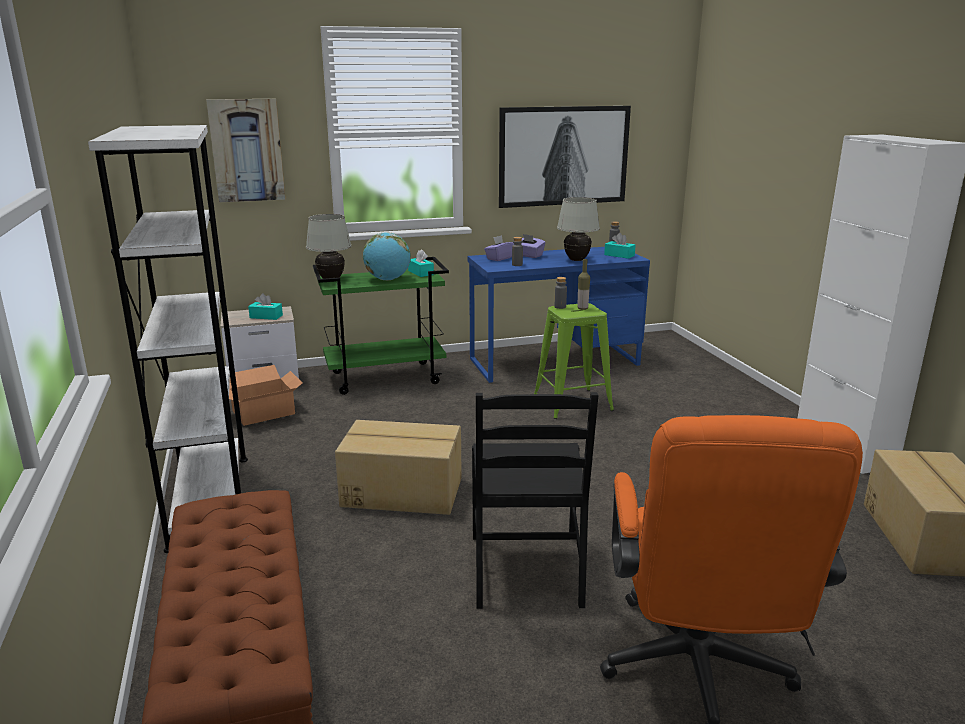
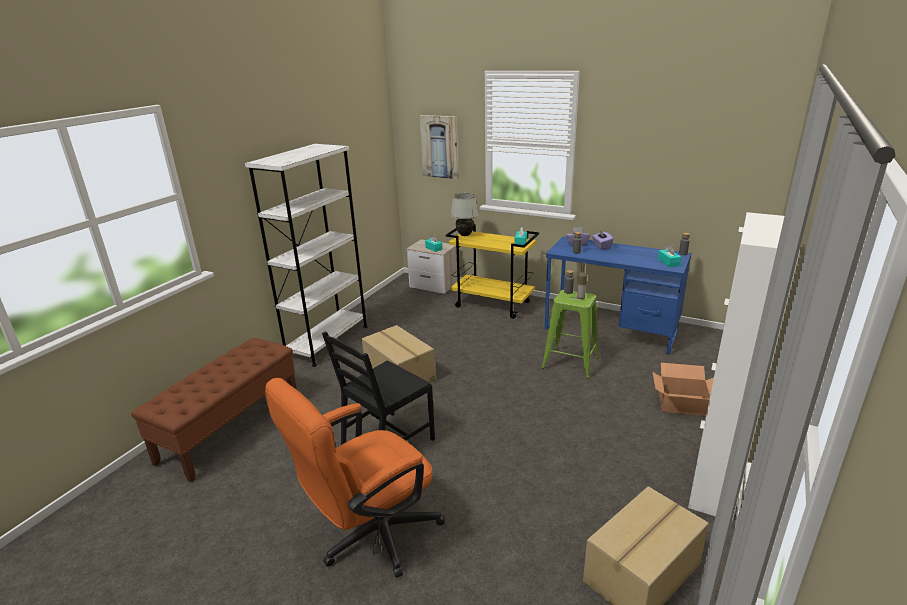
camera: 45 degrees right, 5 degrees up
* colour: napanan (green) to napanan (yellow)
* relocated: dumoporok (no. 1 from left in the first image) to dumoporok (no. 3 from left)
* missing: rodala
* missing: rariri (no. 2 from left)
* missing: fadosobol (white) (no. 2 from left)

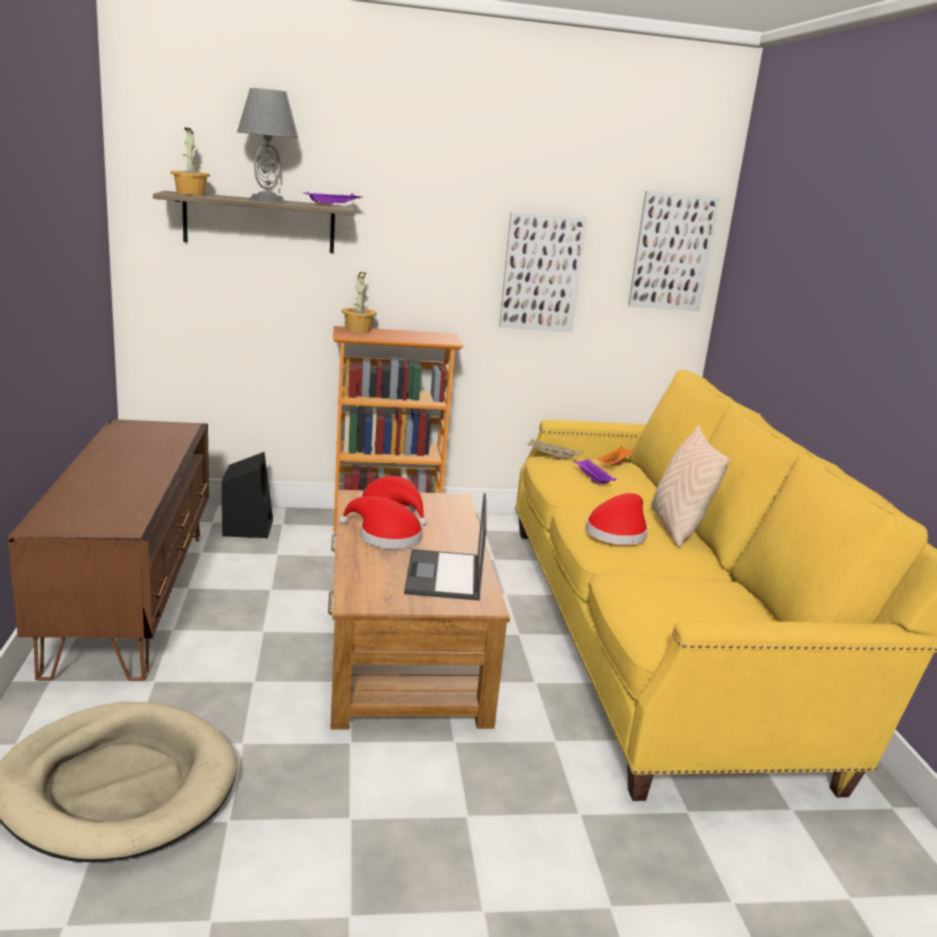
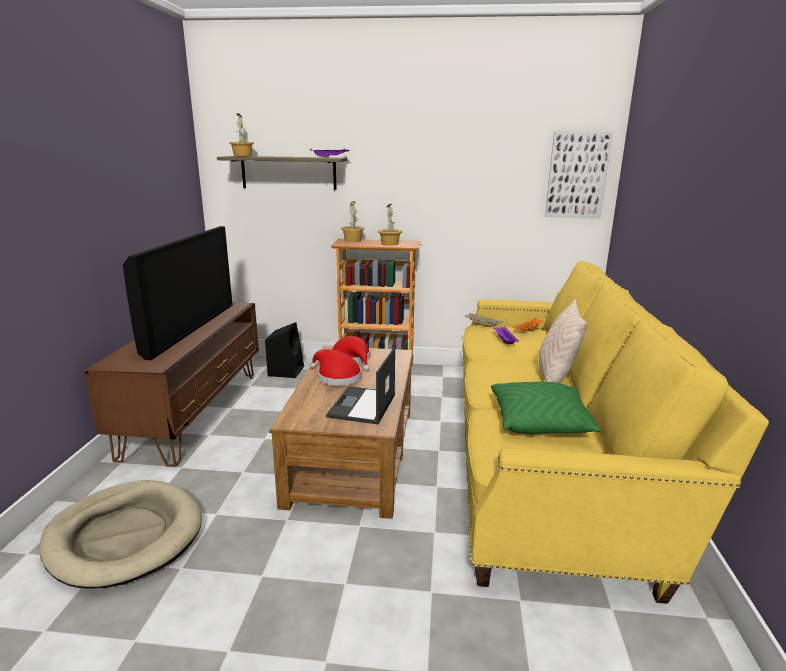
camera: 15 degrees right, 0 degrees up
* appeared: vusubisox
* appeared: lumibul (no. 3 from left)
* appeared: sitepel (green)
* missing: fadosobol (grey)
* missing: rariri (no. 1 from left)
* missing: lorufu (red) (no. 3 from left)

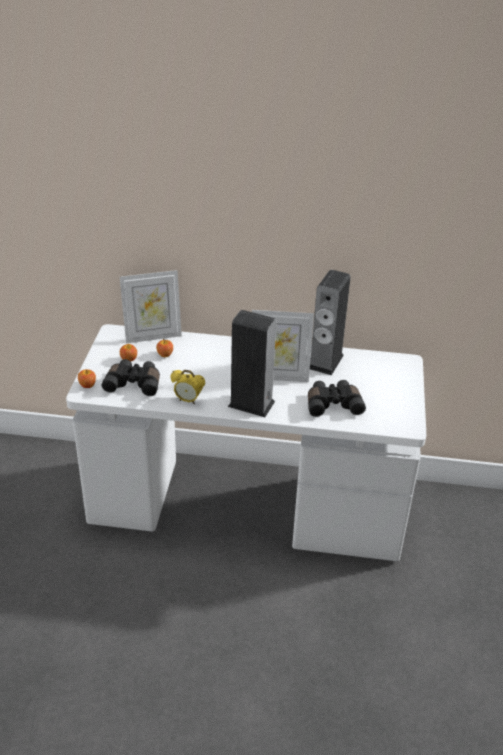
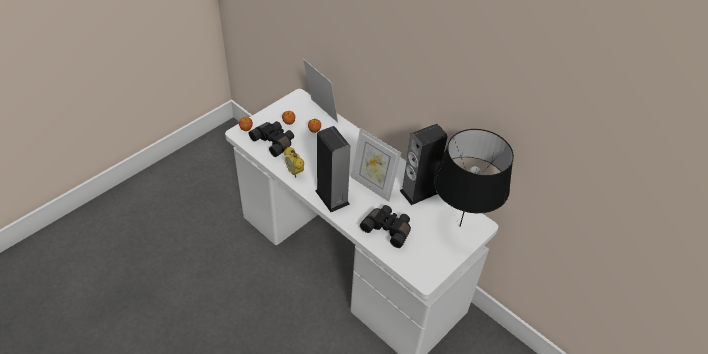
camera: 35 degrees right, 10 degrees up
* spun: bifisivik (no. 1 from left) 150 degrees counterclockwise
* appeared: fadosobol (black)

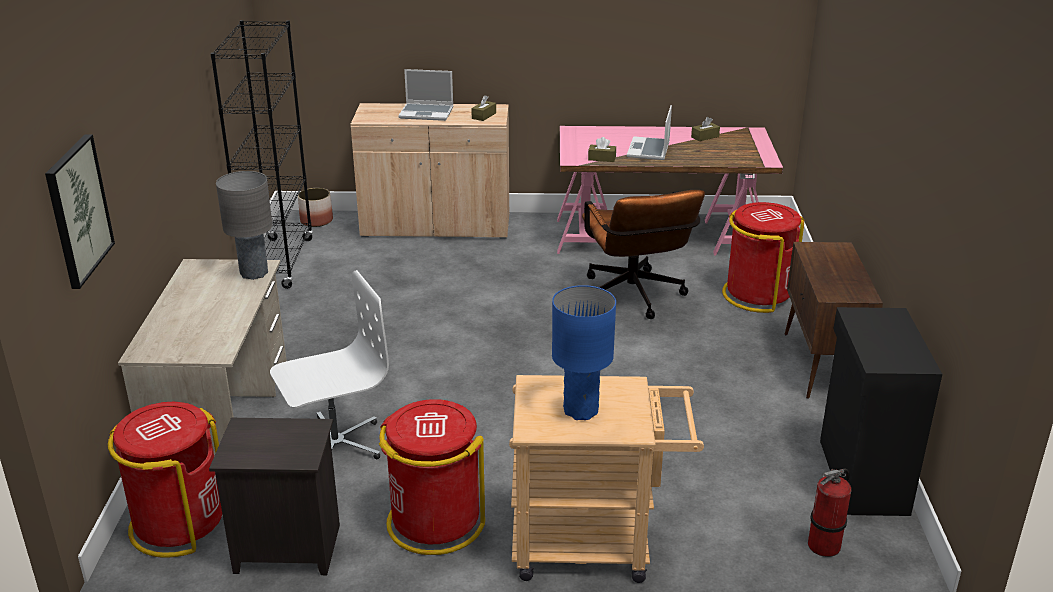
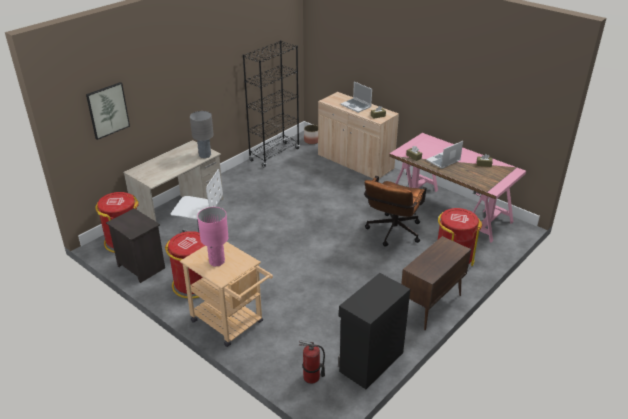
camera: 40 degrees right, 5 degrees up
* colour: fadosobol (blue) to fadosobol (pink)

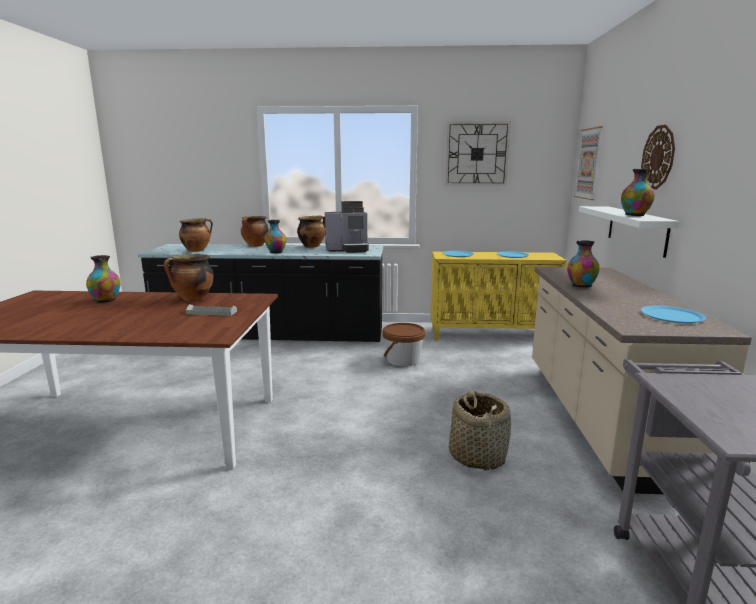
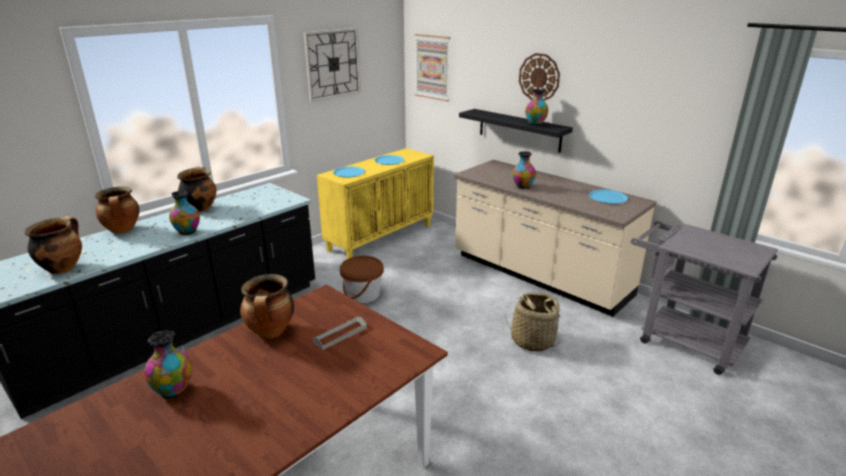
camera: 50 degrees left, 10 degrees up
* colour: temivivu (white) to temivivu (black)
* missing: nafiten

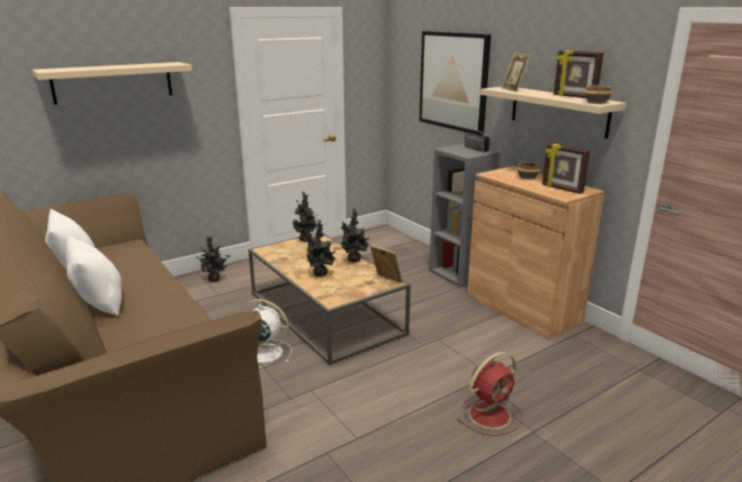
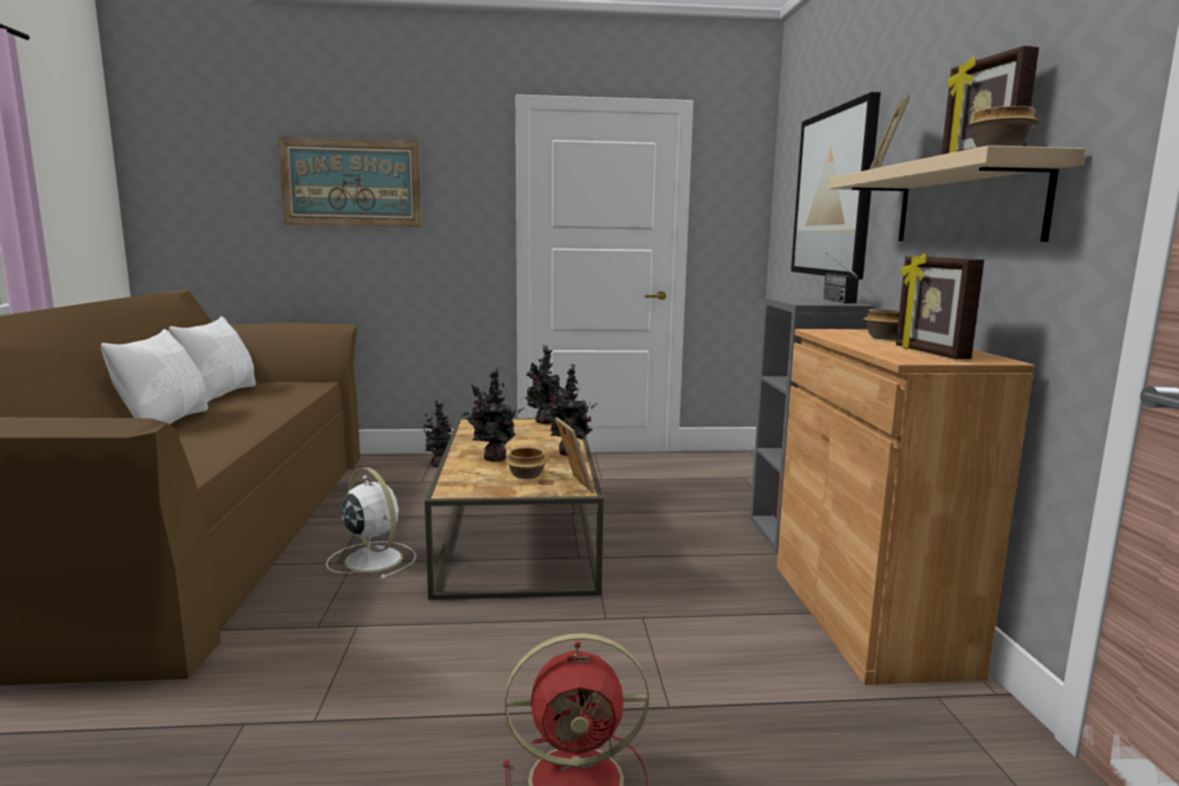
camera: 30 degrees right, 10 degrees down
* exchanged: temivivu (beige) (no. 1 from left) to rariri (no. 1 from left)
* appeared: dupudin (no. 1 from left)

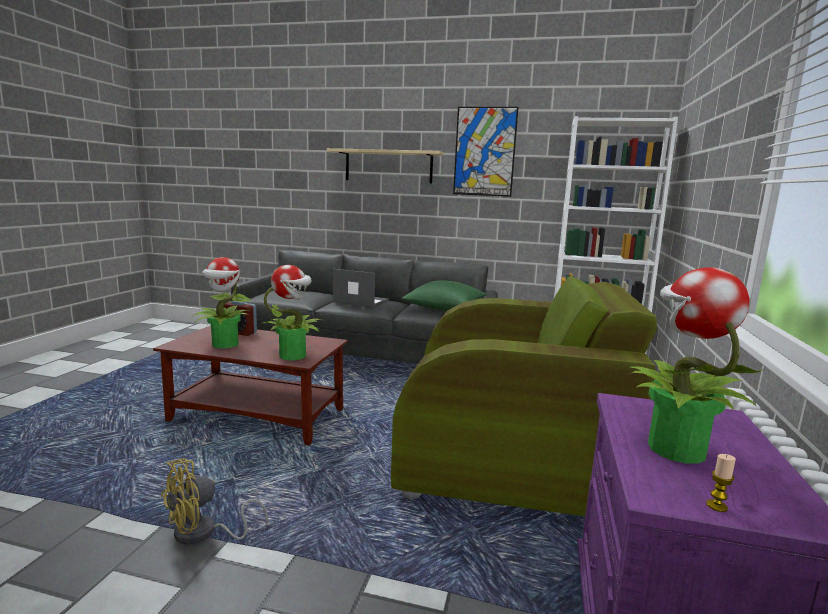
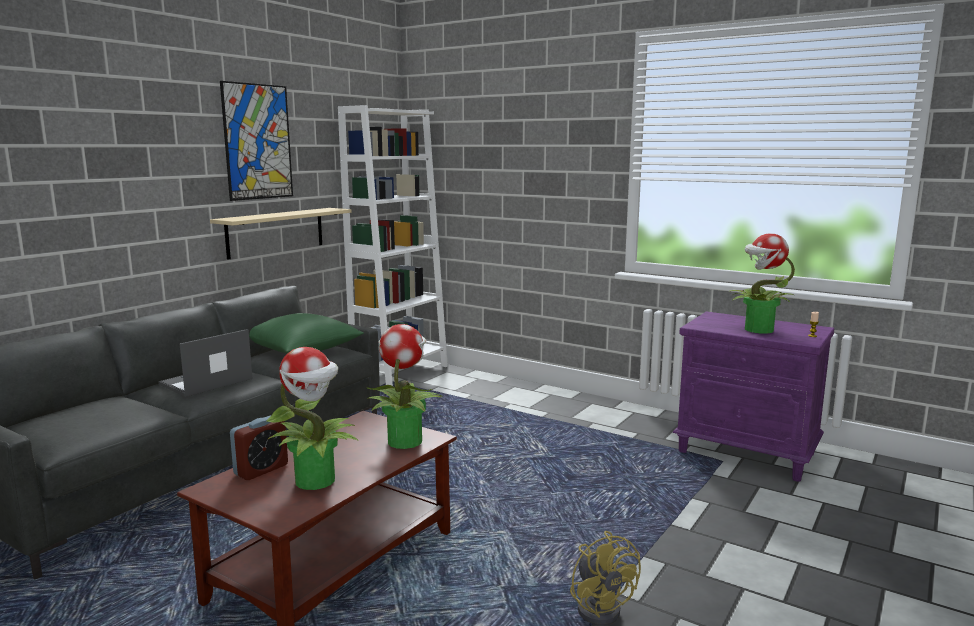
camera: 70 degrees left, 0 degrees up
* relocated: temivivu (beige)
* missing: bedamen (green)

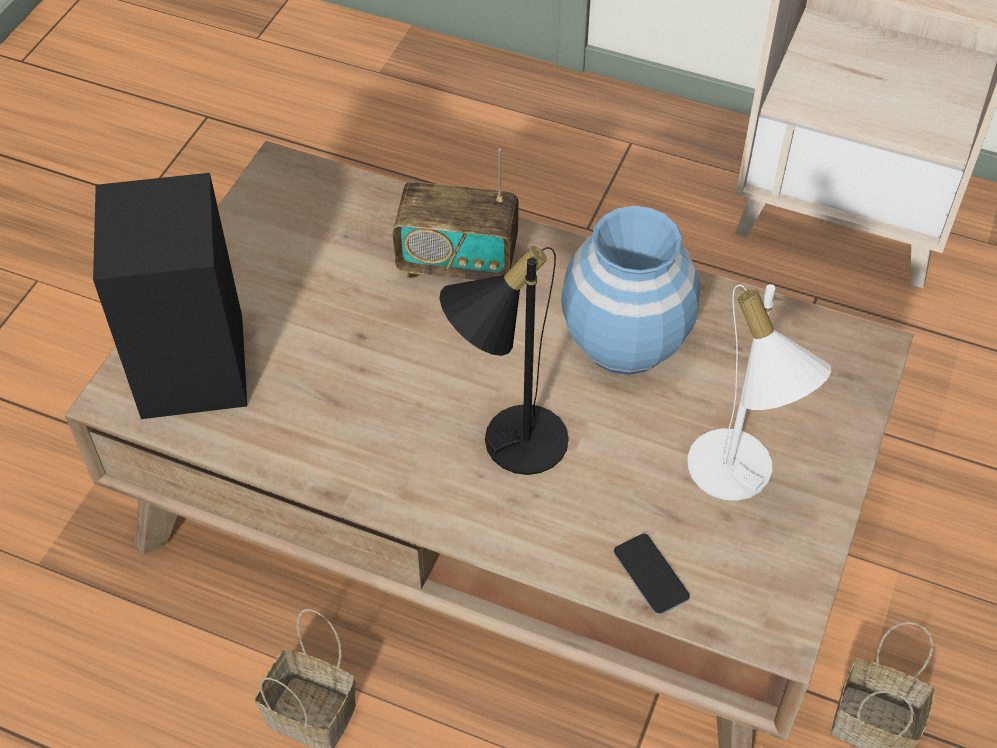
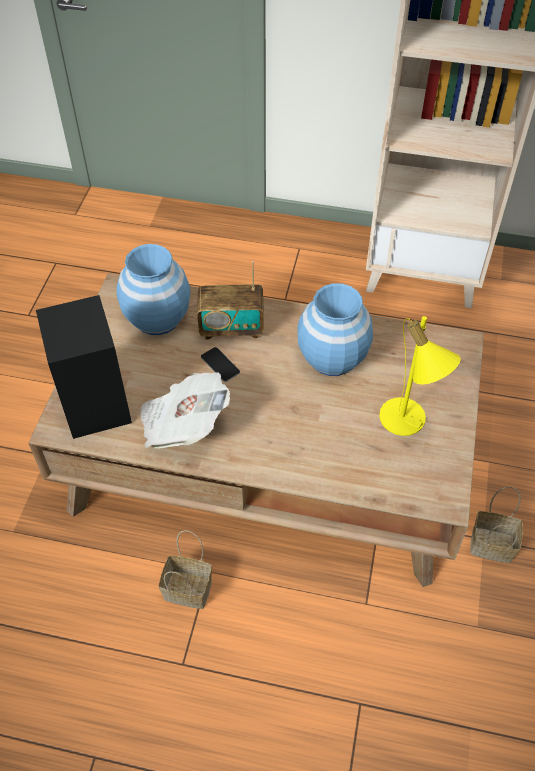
camera: 10 degrees left, 0 degrees up
* appeared: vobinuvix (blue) (no. 1 from left)
* appeared: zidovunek
* relocated: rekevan
* colour: fadosobol (white) to fadosobol (yellow)
* missing: fadosobol (black)

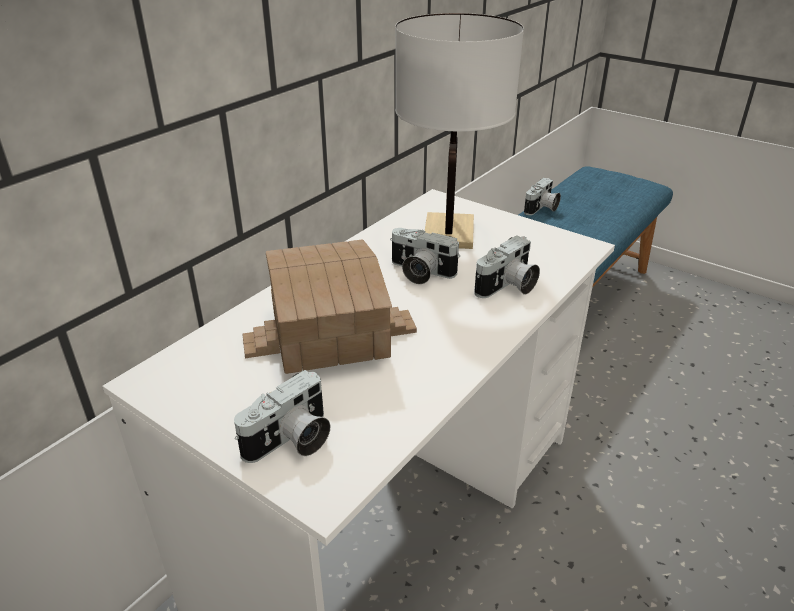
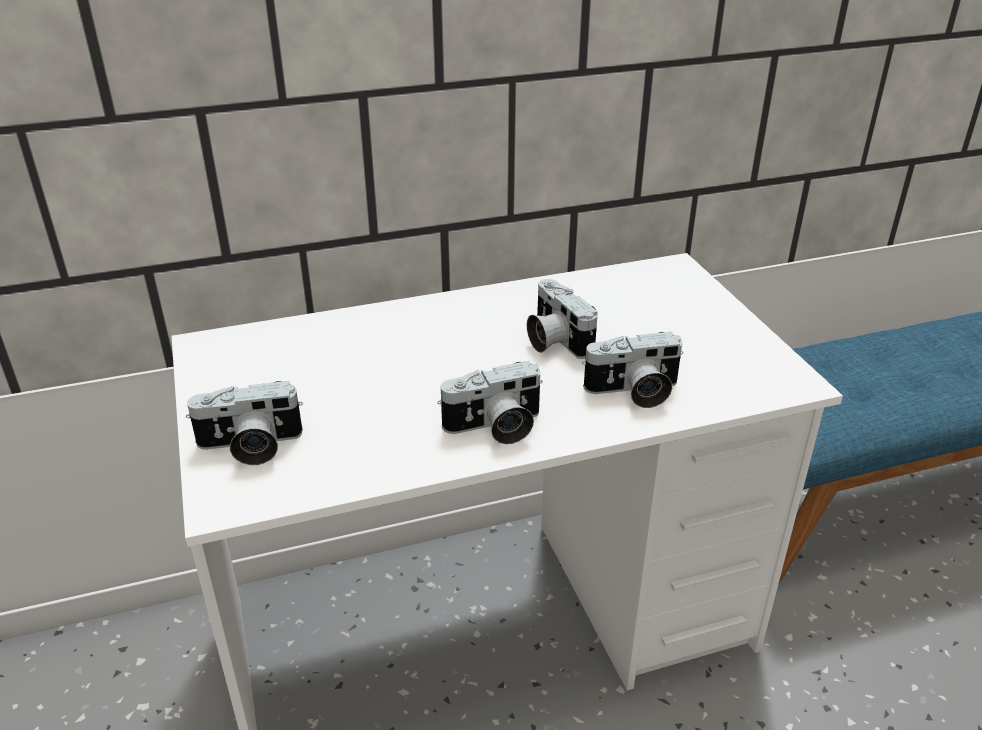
camera: 35 degrees right, 0 degrees up
* relocated: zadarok (no. 4 from left in the first image) to zadarok (no. 2 from left)
* missing: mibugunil
* missing: fadosobol (white)

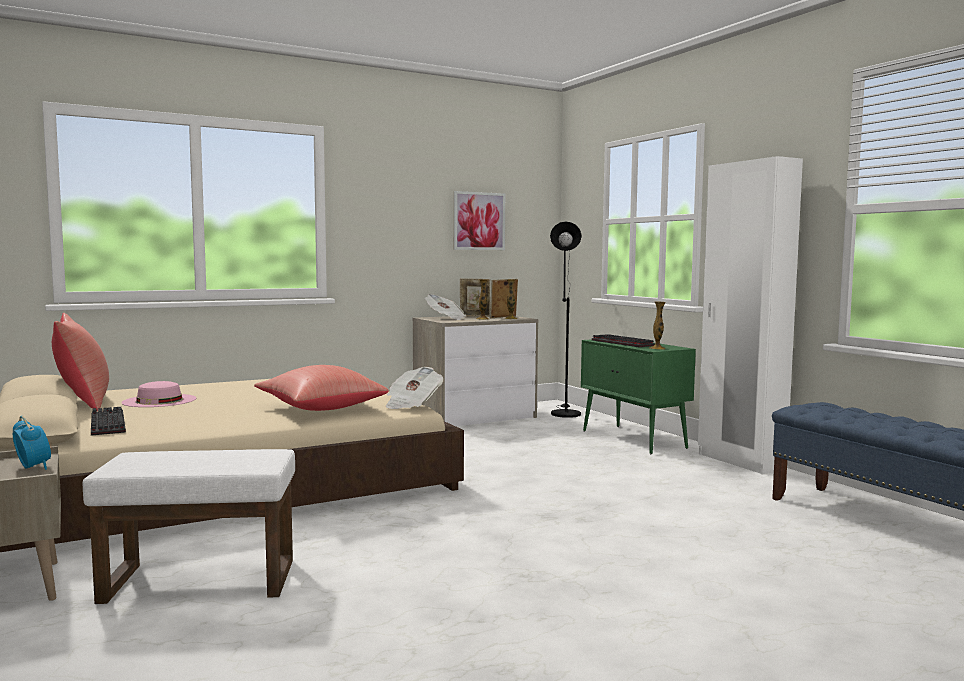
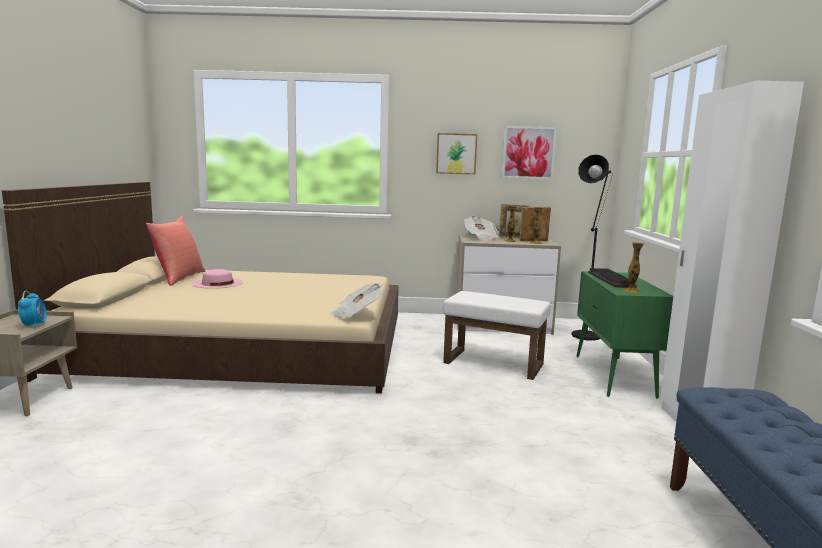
camera: 30 degrees right, 5 degrees up
* appeared: rariri (no. 1 from left)
* relocated: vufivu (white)
* missing: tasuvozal (no. 1 from left)
* missing: sitepel (red) (no. 2 from left)

